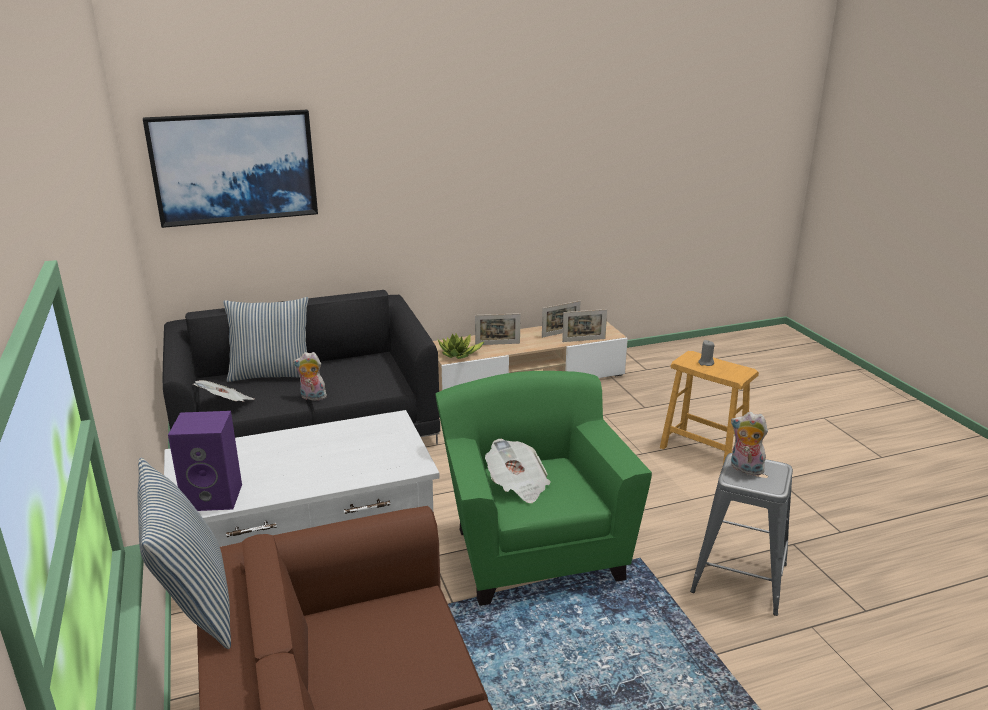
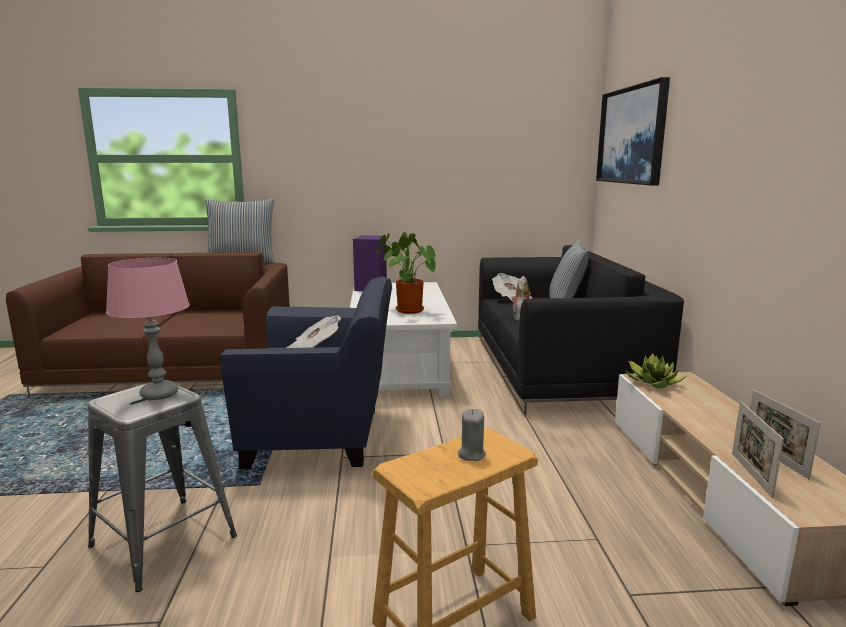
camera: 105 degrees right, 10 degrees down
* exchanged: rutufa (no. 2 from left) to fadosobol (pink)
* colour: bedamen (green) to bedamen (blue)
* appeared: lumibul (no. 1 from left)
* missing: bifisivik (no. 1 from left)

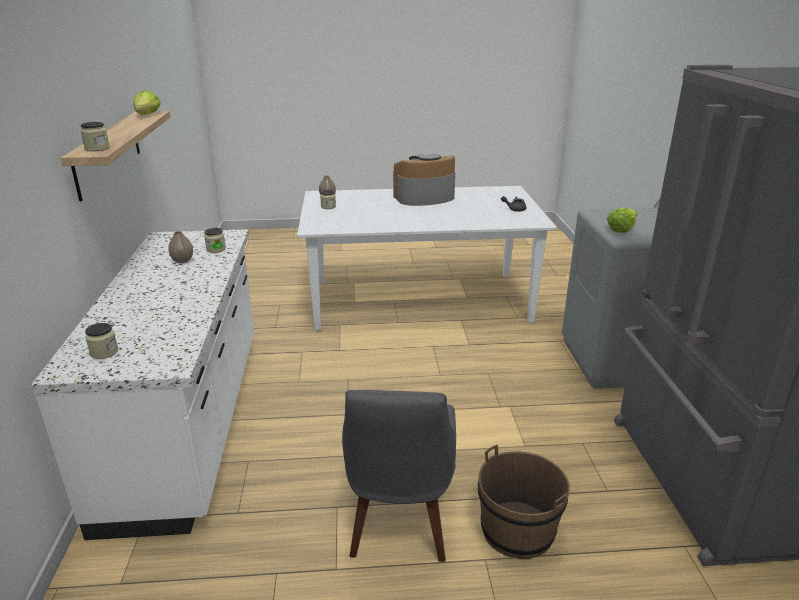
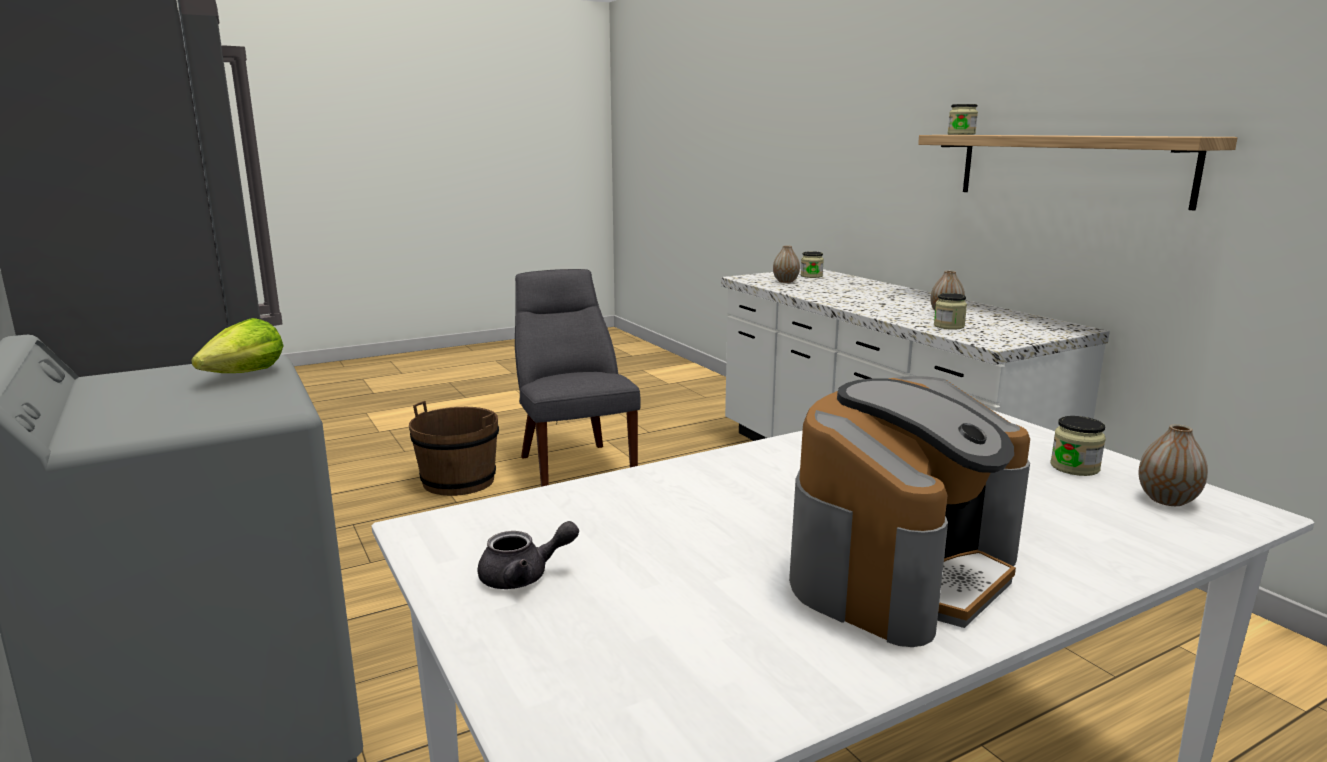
camera: 155 degrees right, 10 degrees down
* appeared: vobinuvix (no. 1 from left)
* missing: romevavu (no. 1 from left)

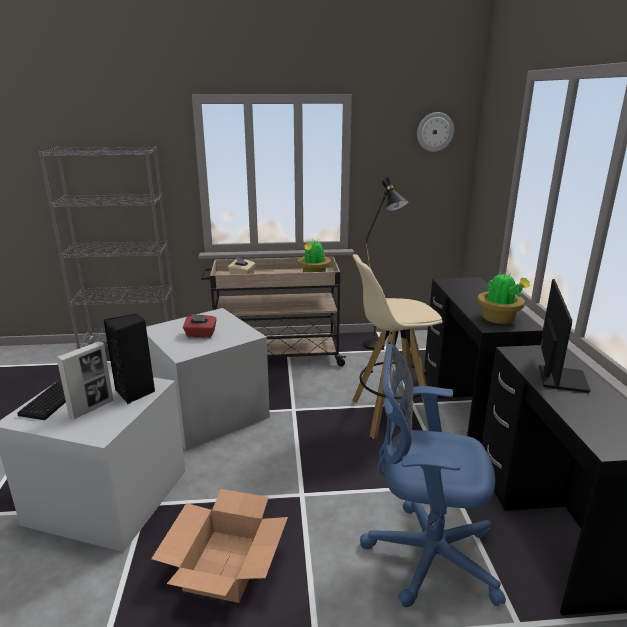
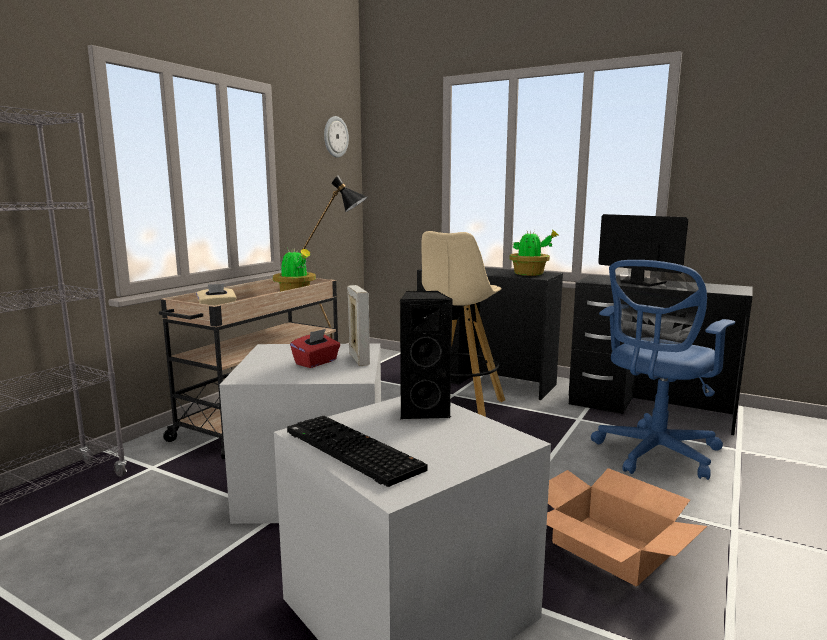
camera: 55 degrees left, 10 degrees down
* relocated: bifisivik

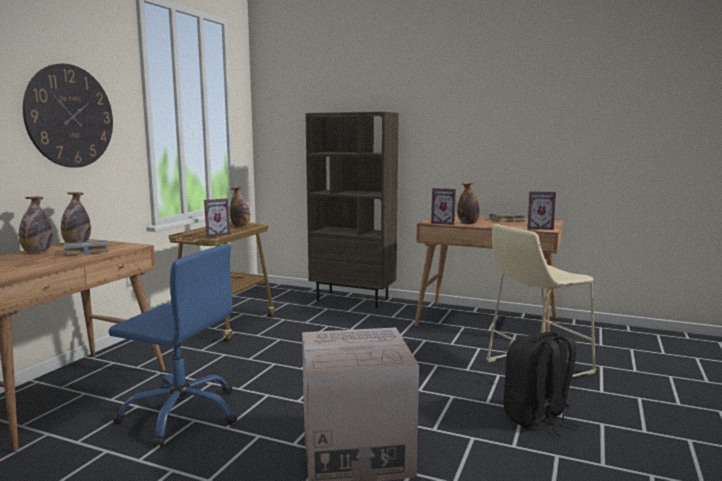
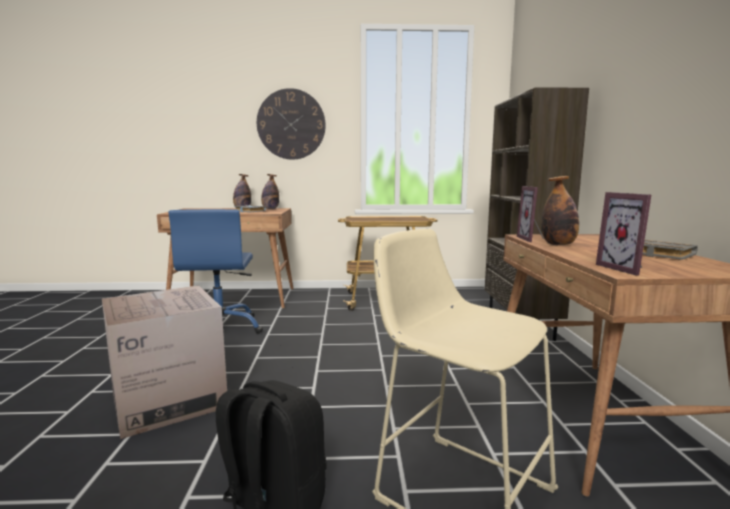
camera: 65 degrees right, 0 degrees up
* missing: bifisivik (no. 1 from left)
* missing: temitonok (no. 3 from left)

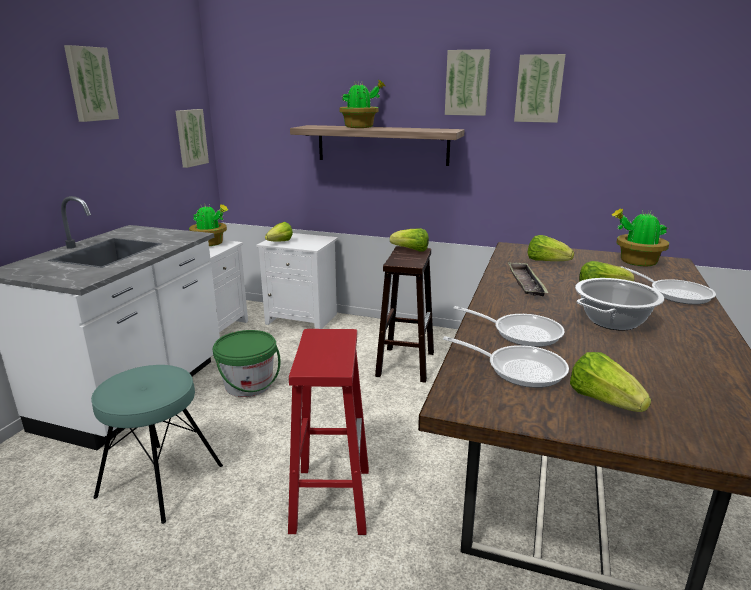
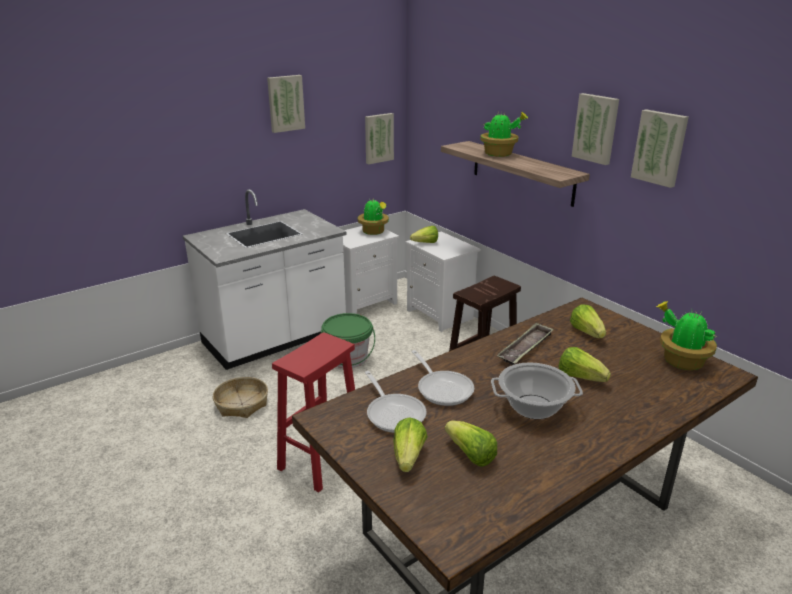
camera: 35 degrees right, 5 degrees up
* exchanged: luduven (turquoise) to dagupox
* relocated: romevavu (no. 2 from left in the first image) to romevavu (no. 3 from left)
* missing: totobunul (no. 3 from left)

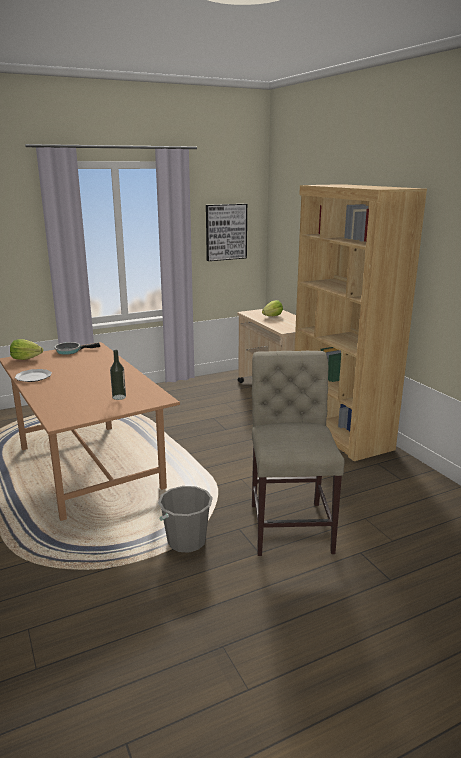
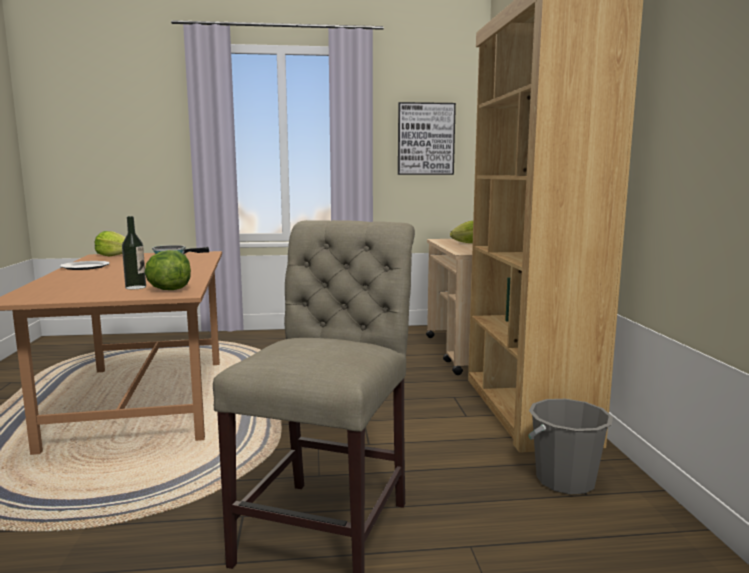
camera: 20 degrees right, 10 degrees down
* appeared: romevavu (no. 2 from left)
* relocated: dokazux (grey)

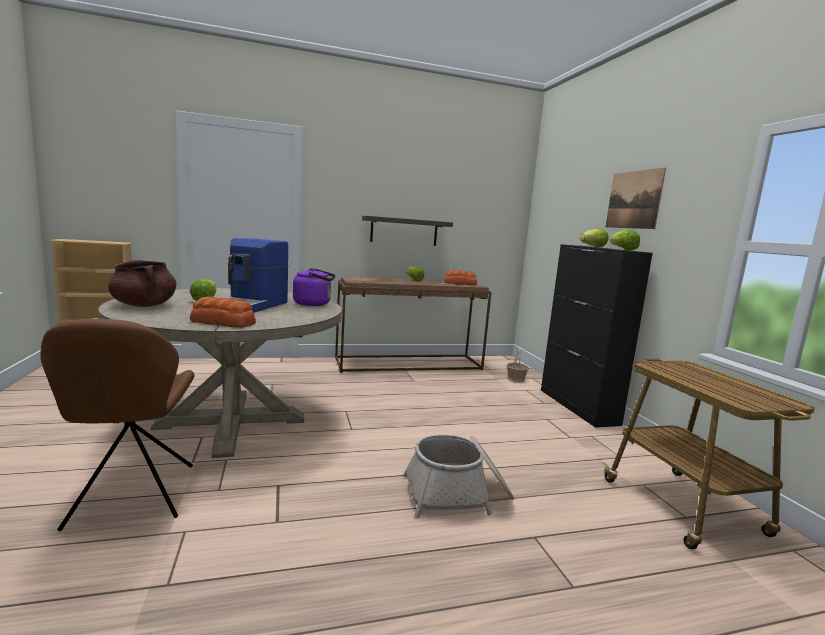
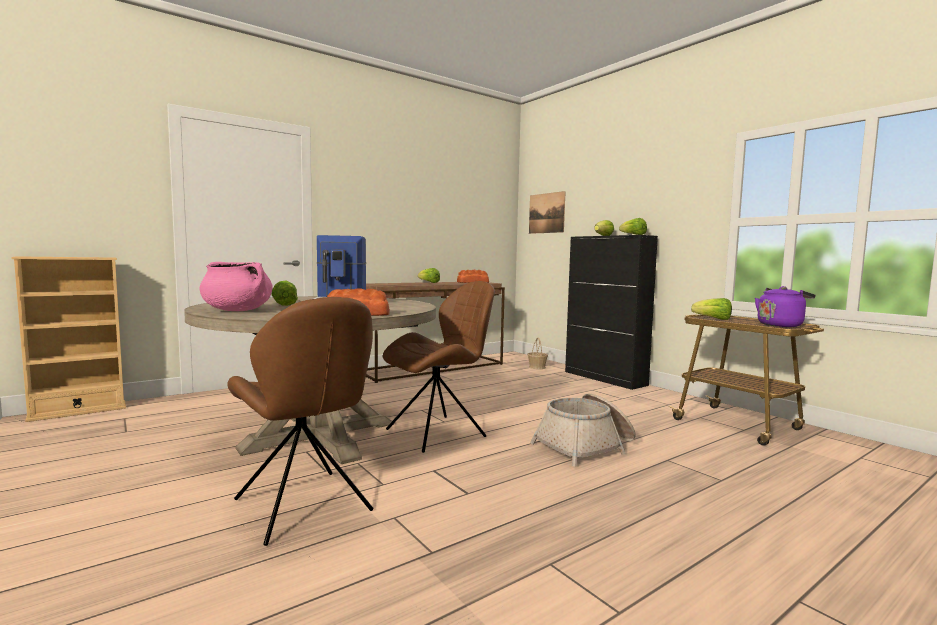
camera: 20 degrees left, 5 degrees down
* colour: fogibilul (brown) to fogibilul (pink)
* appeared: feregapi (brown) (no. 2 from left)
* relocated: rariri
* appeared: romevavu (no. 5 from left)
* relocated: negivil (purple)
* missing: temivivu

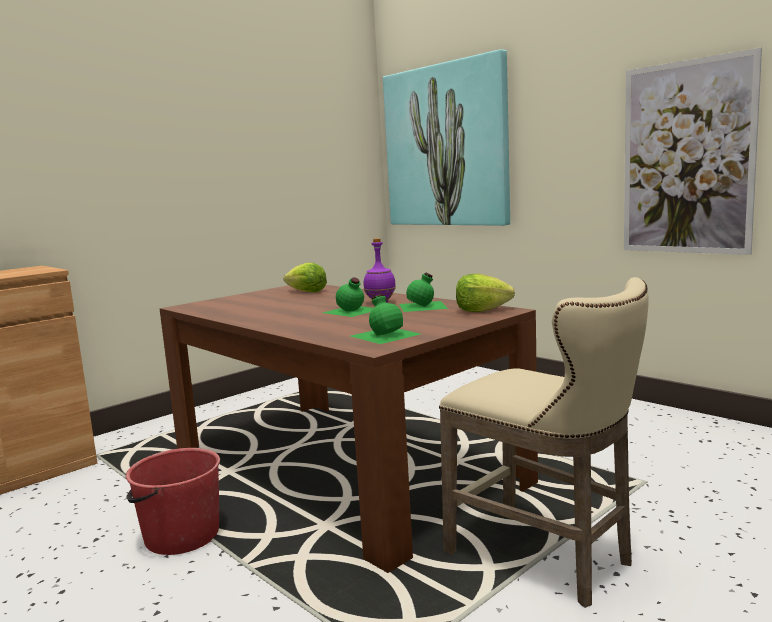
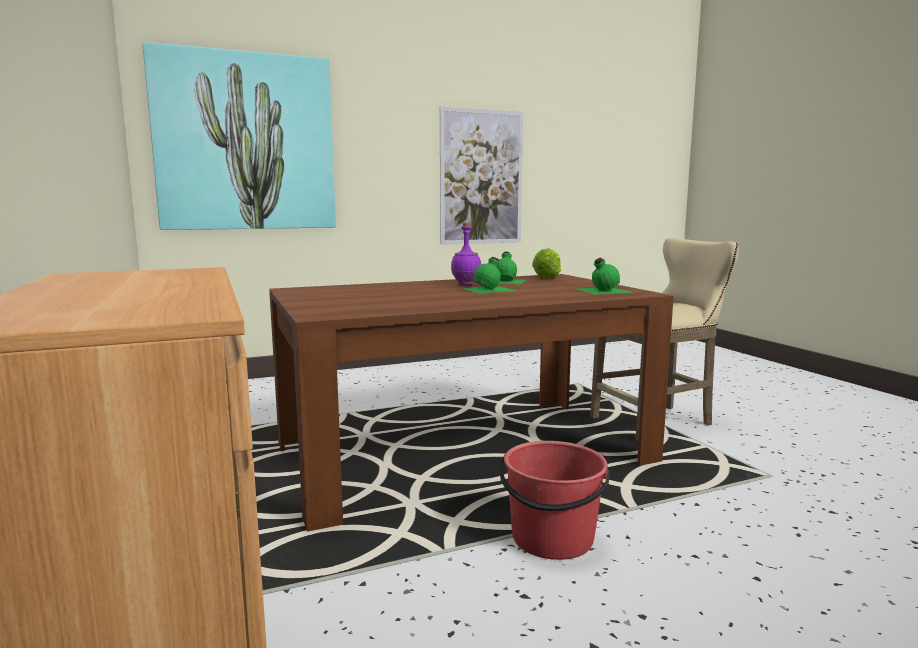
camera: 70 degrees left, 0 degrees up
* missing: romevavu (no. 1 from left)

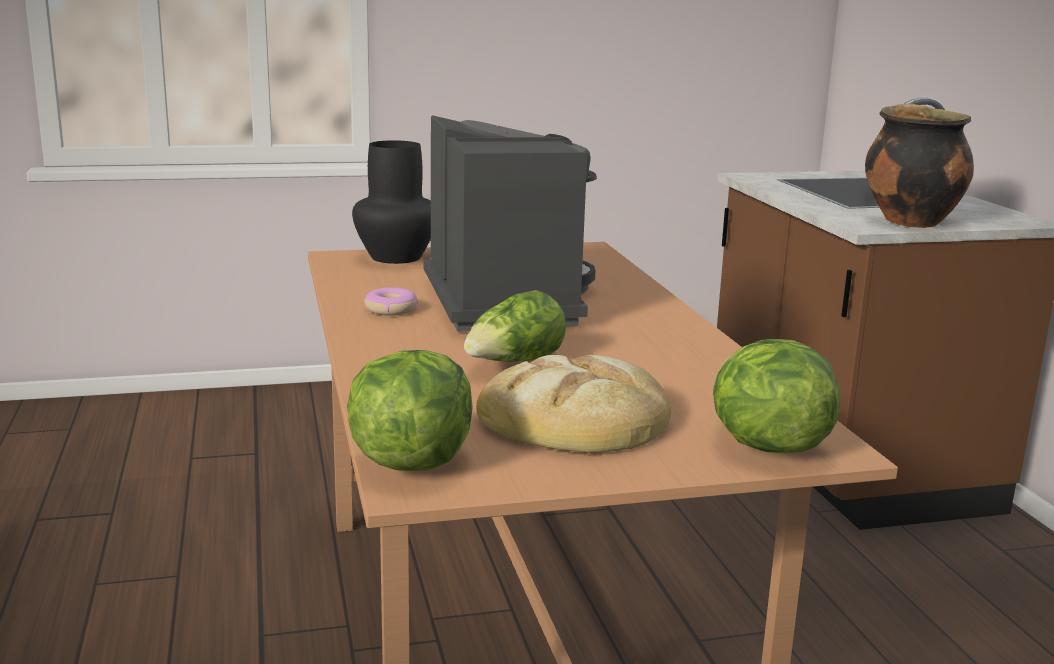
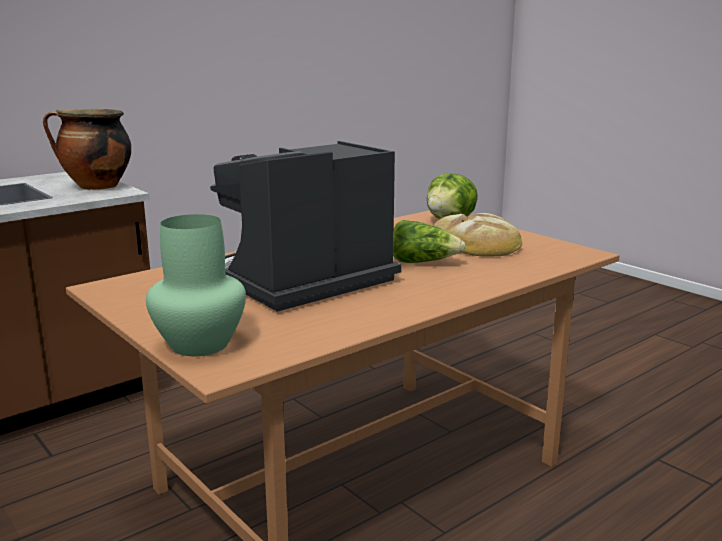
camera: 115 degrees left, 0 degrees up
* colour: vobinuvix (black) to vobinuvix (green)
* missing: romevavu (no. 1 from left)
* missing: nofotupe

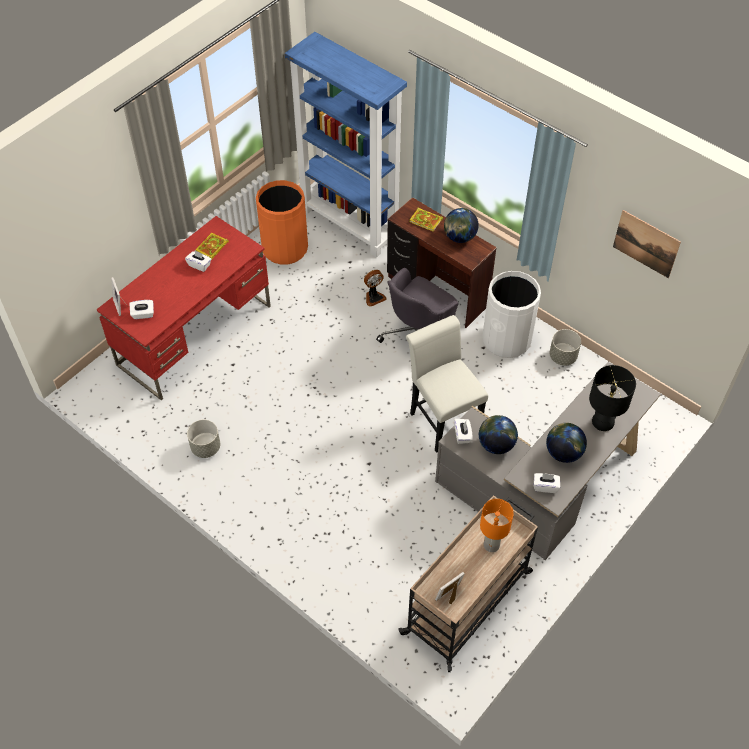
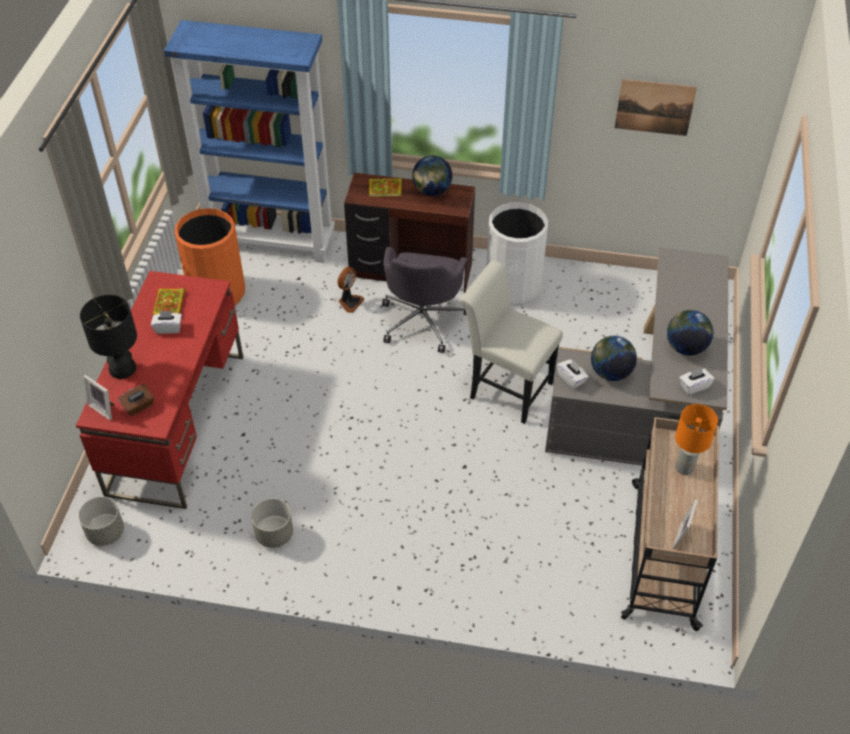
camera: 30 degrees left, 5 degrees down
* relocated: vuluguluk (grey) (no. 2 from left in the first image) to vuluguluk (grey) (no. 1 from left)
* relocated: fadosobol (black)
* colour: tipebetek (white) (no. 1 from left) to tipebetek (brown)

